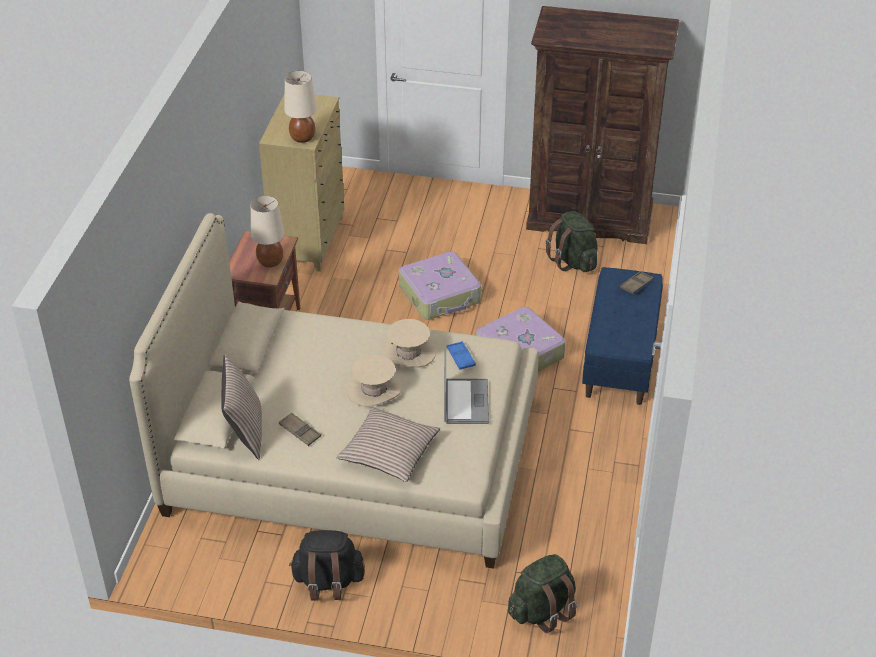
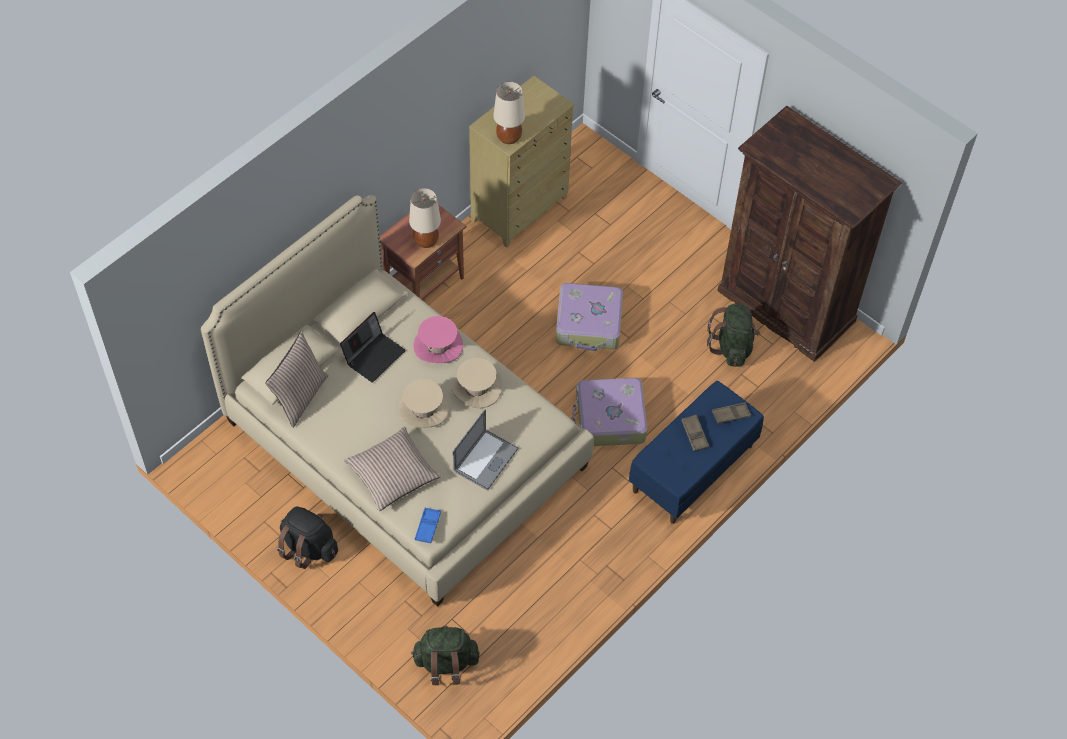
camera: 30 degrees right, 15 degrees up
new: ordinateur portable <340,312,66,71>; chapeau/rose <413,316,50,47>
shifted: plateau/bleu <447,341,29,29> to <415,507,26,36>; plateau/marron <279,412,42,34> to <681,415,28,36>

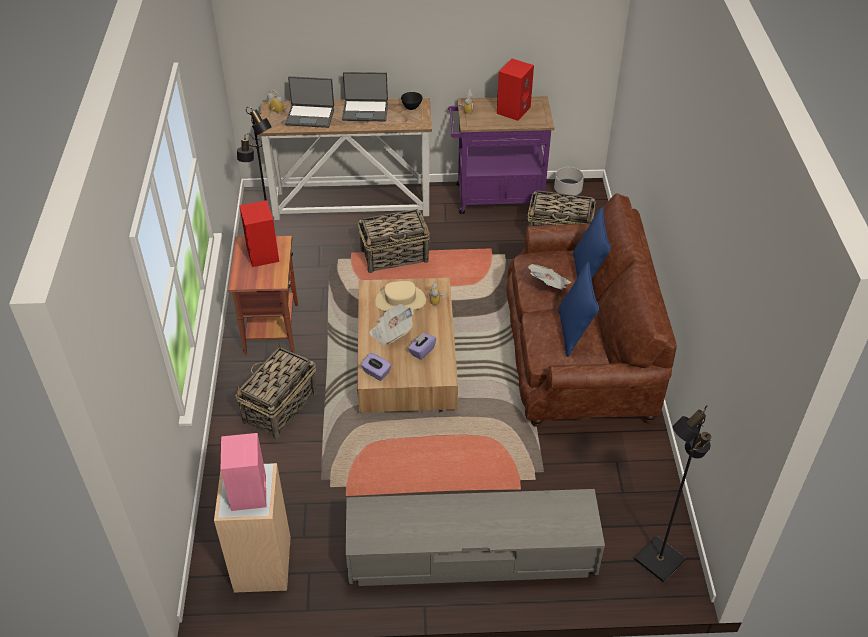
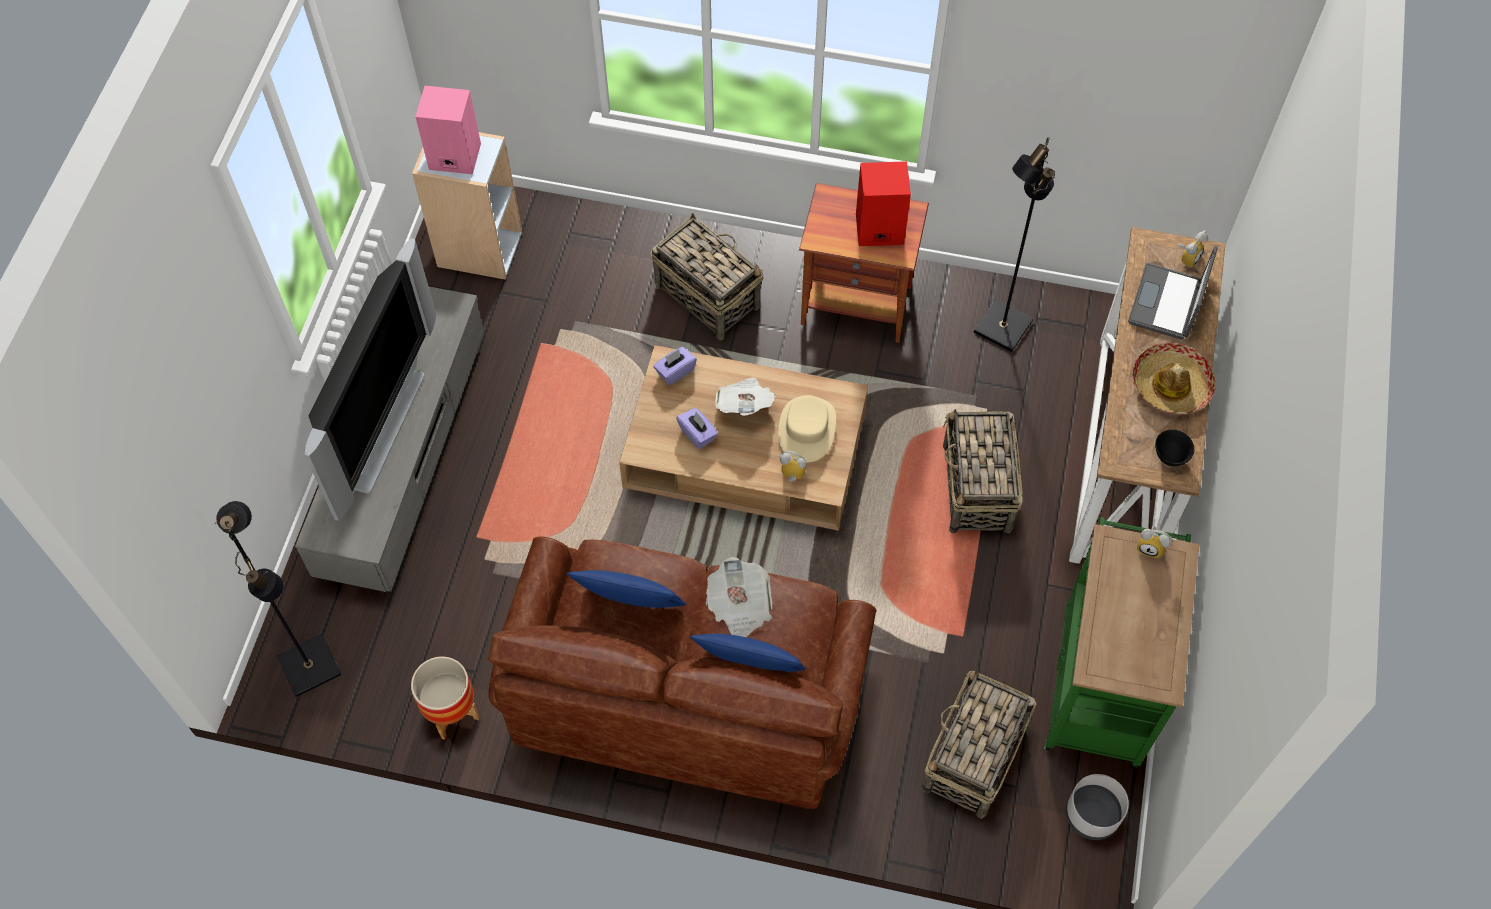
camera: 105 degrees right, 15 degrees up
gone: enceinte/rouge <497,59,37,62>
new: téléviseur <305,238,131,283>; cache-pot <411,656,69,84>
swapped: ordinateur portable <342,72,46,49> to chapeau <1132,343,84,71>
repainted: chariot/violet <448,96,106,118> to chariot/vert <1044,517,155,252>

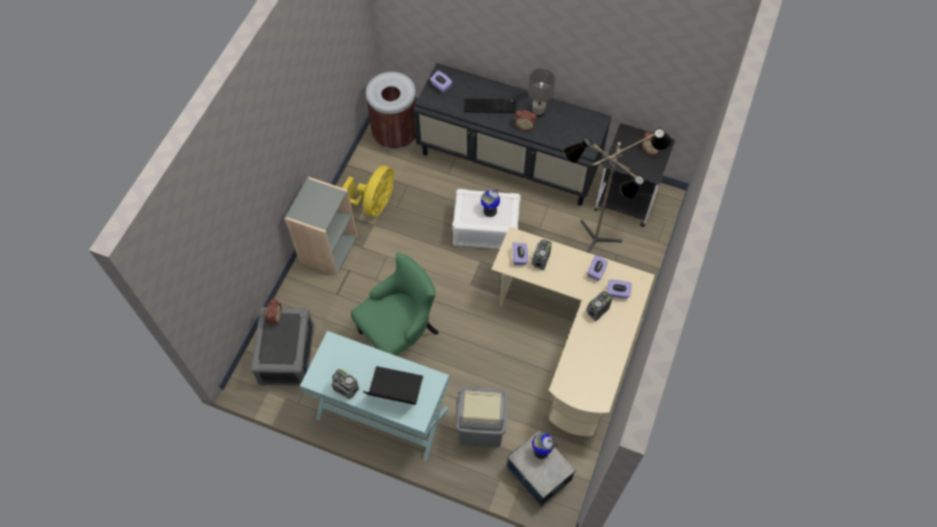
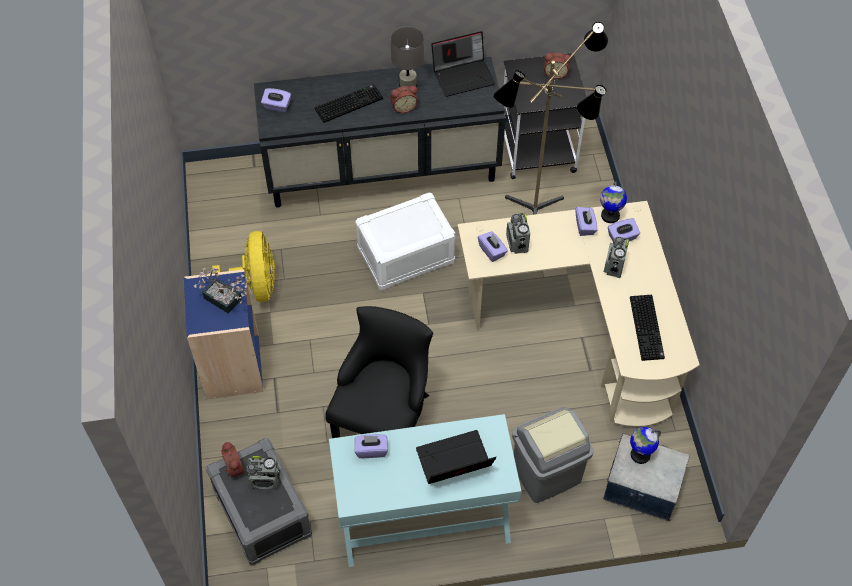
camera: 30 degrees left, 5 degrees down
gone: poubelle/marron <366,72,50,78>
new: plante en pot <193,267,55,47>; boîte à mouchoirs/violet <355,434,33,24>; ordinateur portable <431,31,64,66>; clavier <630,295,35,66>
shifted: radio <332,369,27,30> to <246,456,34,34>; globe <481,189,19,28> to <600,181,27,42>
repainted: bibliothèque/gris <284,177,74,99> to bibliothèque/bleu <184,269,80,130>; chaise/vert <351,252,88,104> to chaise/noir <325,306,108,132>

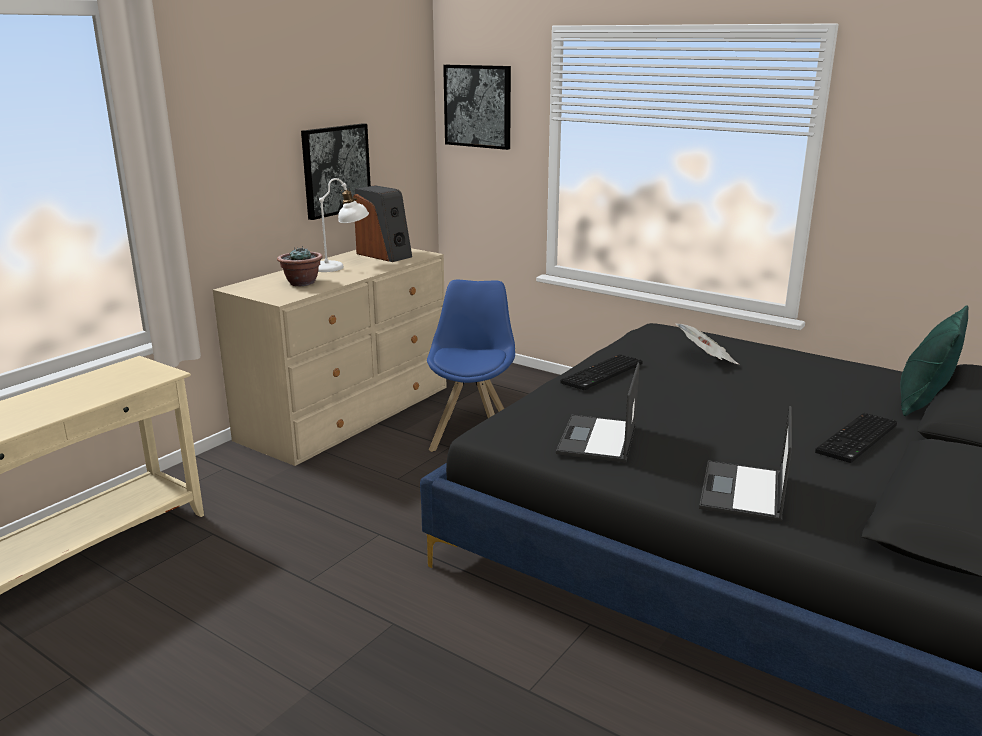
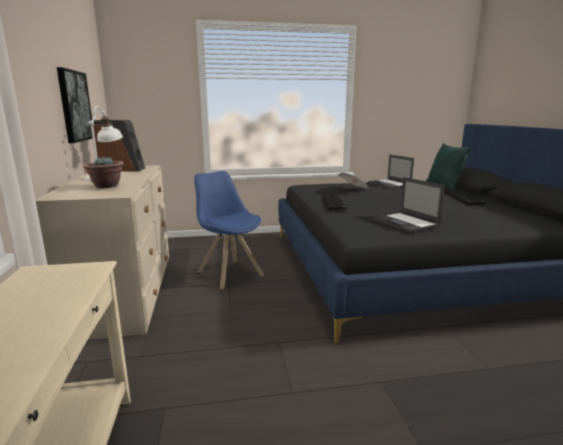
camera: 45 degrees left, 5 degrees down
gone: tableau <443,65,68,85>
shifted: ordinateur portable <699,406,93,116> to <368,155,46,34>

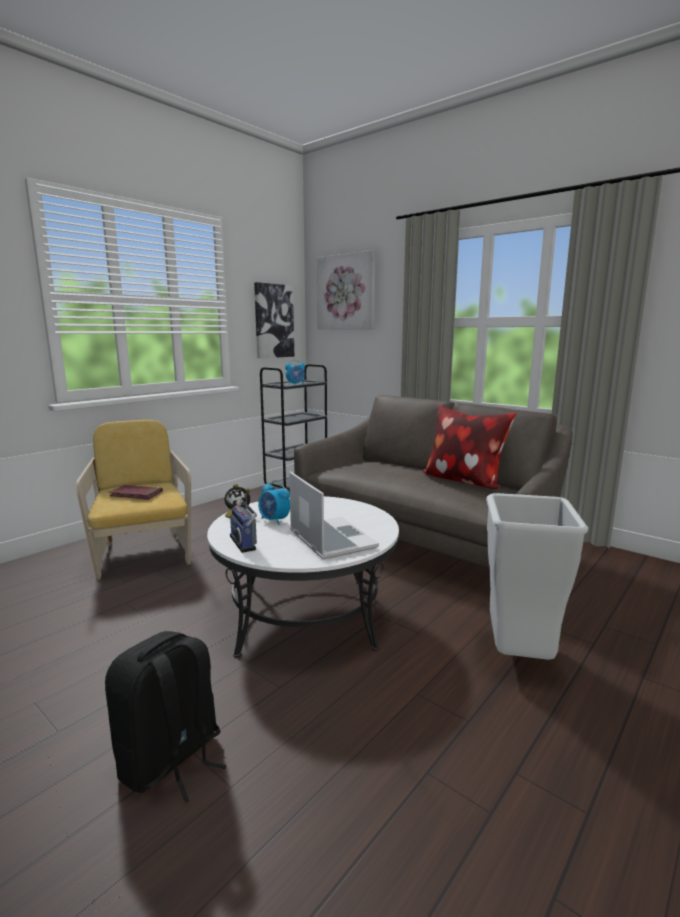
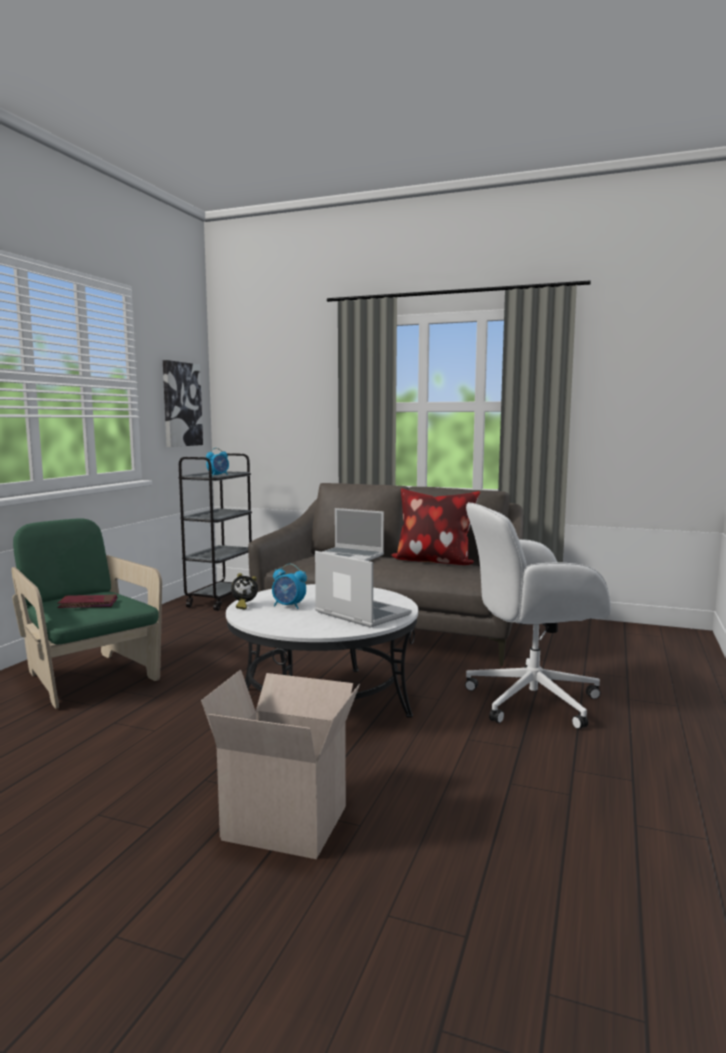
camera: 20 degrees left, 5 degrees down
gone: radio <230,494,27,59>; tableau <317,250,58,79>
new: ordinateur portable <322,508,62,53>
swapped: sac à dos/noir <105,631,122,172> to carton <201,670,159,189>; poubelle/gris <486,493,102,167> to chaise de bureau/blanc <465,502,146,227>
repainted: fauteuil/jaune <76,420,115,160> to fauteuil/vert <12,518,150,191>

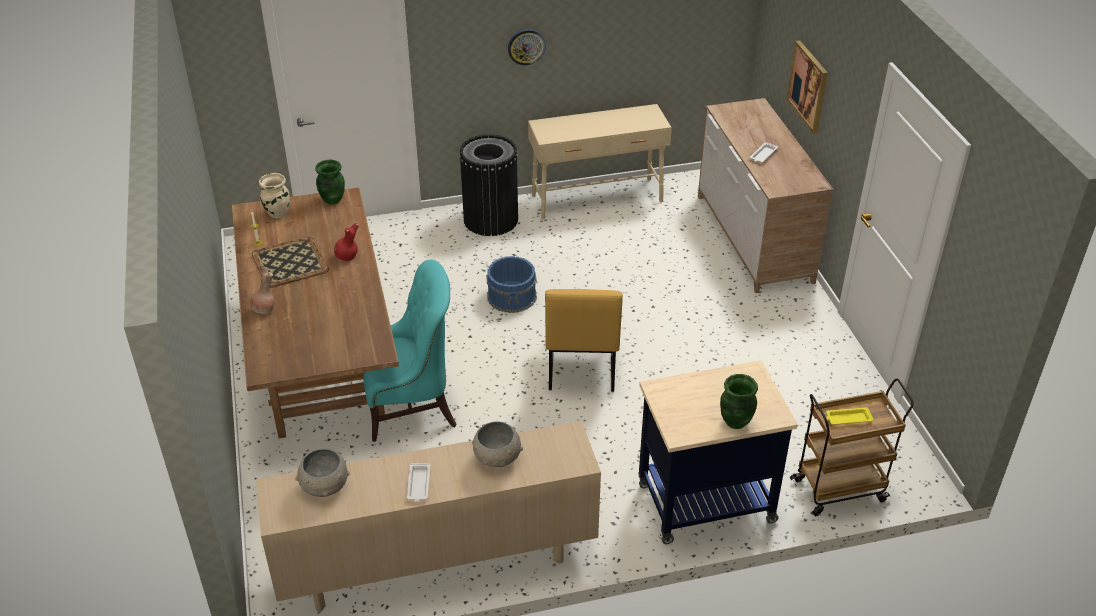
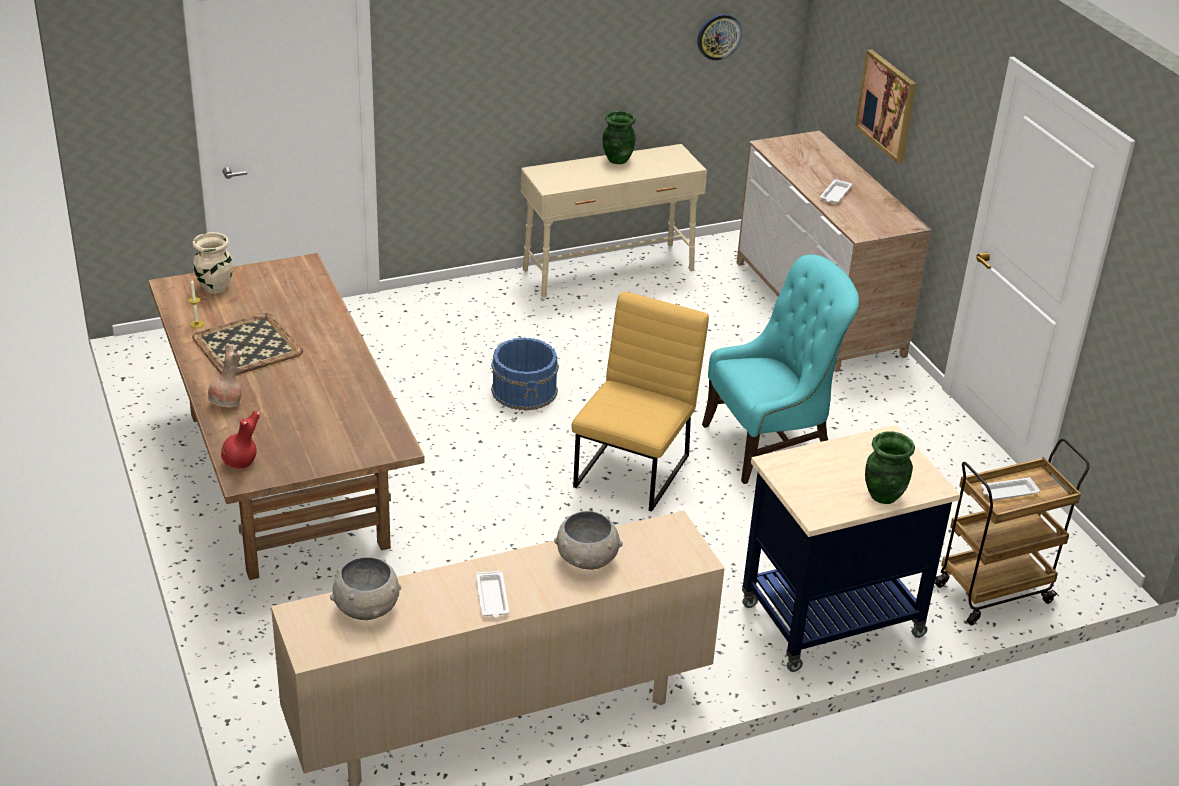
camera: 10 degrees left, 5 degrees down
gone: poubelle/noir <460,134,58,102>
shifted: vase/rouge <334,223,25,38> to <221,411,39,58>; vase/vert <315,160,30,44> to <603,111,33,53>; horloge murale <508,29,38,36> to <697,14,45,46>; chaise/turquoise <363,260,93,182> to <702,255,157,229>
repainted: plateau/jaune <826,407,47,18> to plateau/blanc <981,477,59,23>
rotated: chaise/jaune <545,289,78,103> = <571,291,138,221> 150 degrees counterclockwise

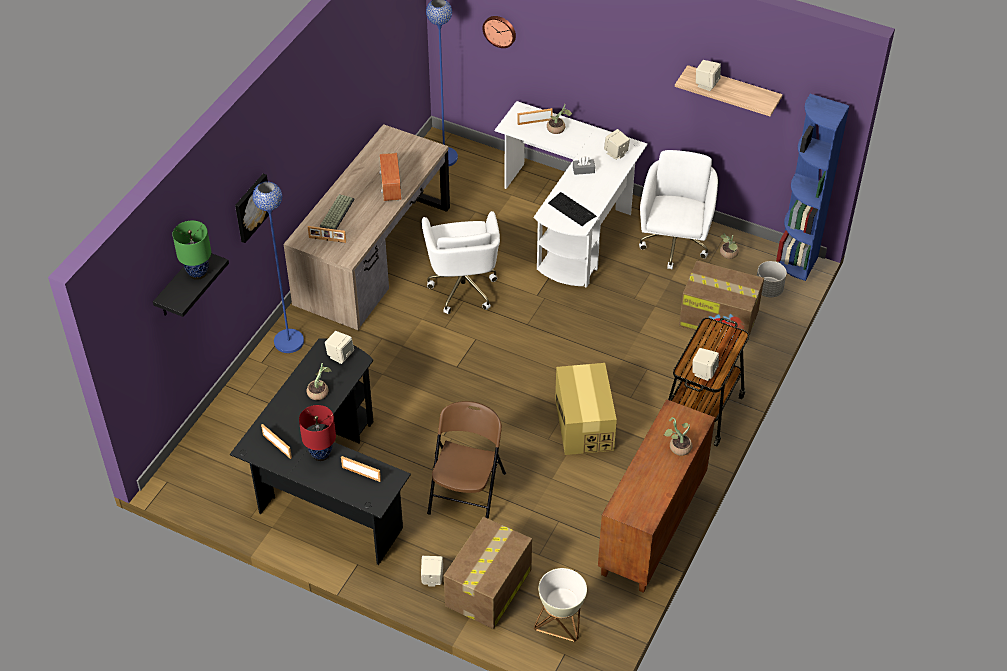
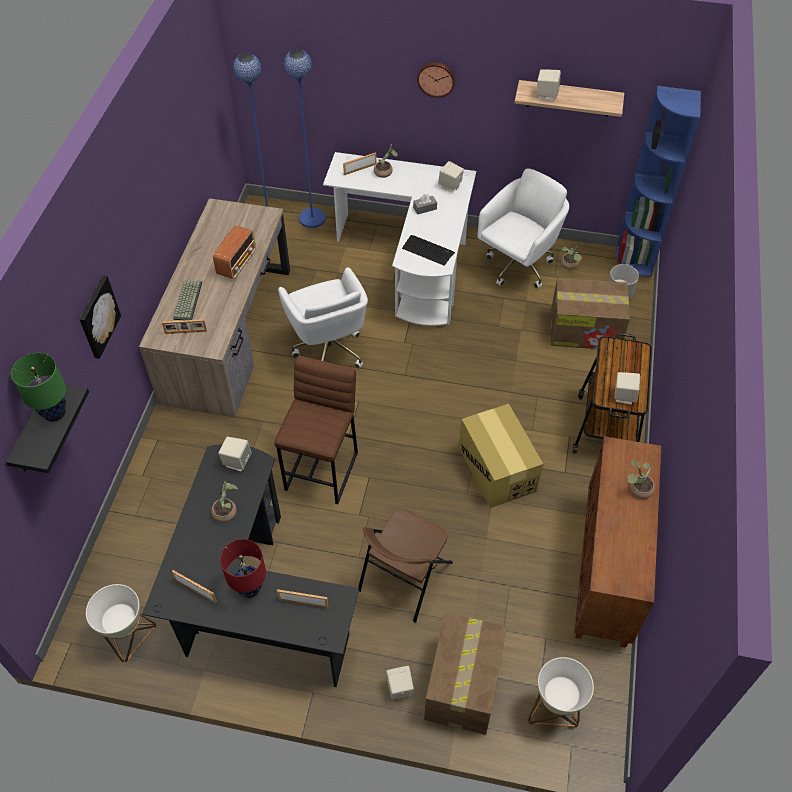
camera: 15 degrees left, 5 degrees up
new: cache-pot <86,584,70,78>; tabouret/marron <274,356,84,148>
shifted: lampadaire/bleu <253,181,51,172> to <284,49,42,179>; horloge murale <482,16,34,32> to <417,62,38,36>
rotated: radio <379,153,22,48> = <213,225,43,54> 135 degrees counterclockwise; chaise/marron <427,401,79,118> = <358,509,95,114> 150 degrees counterclockwise; chaise de bureau/blanc <639,150,79,119> = <478,168,91,120> 45 degrees clockwise

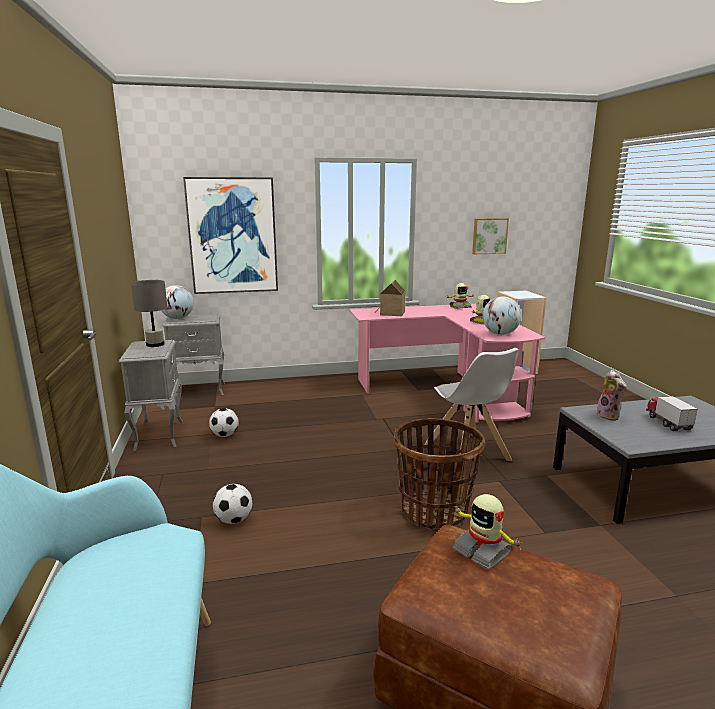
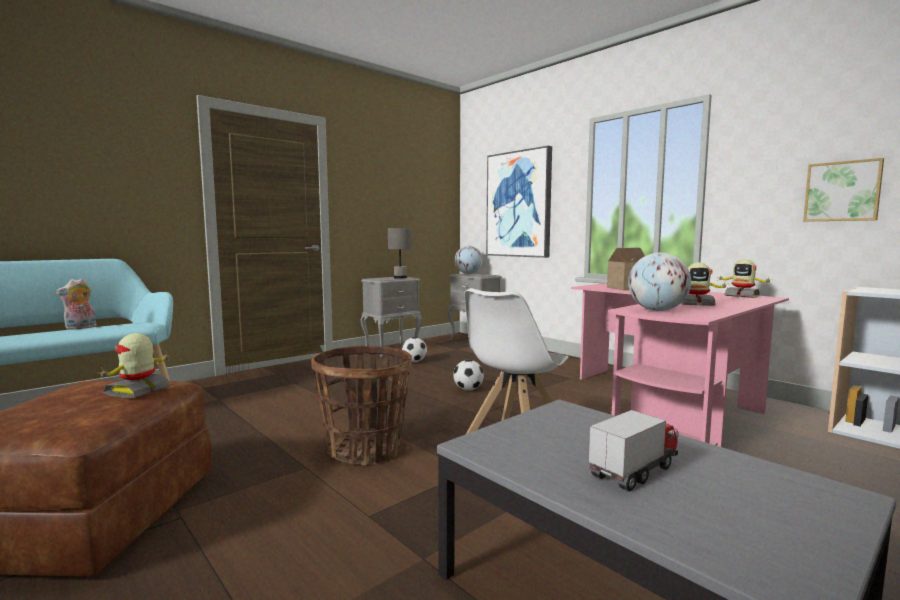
camera: 60 degrees right, 10 degrees down
shifted: peluche <596,370,31,51> to <56,278,40,52>; ballon de foot <213,484,39,40> to <453,360,31,31>

